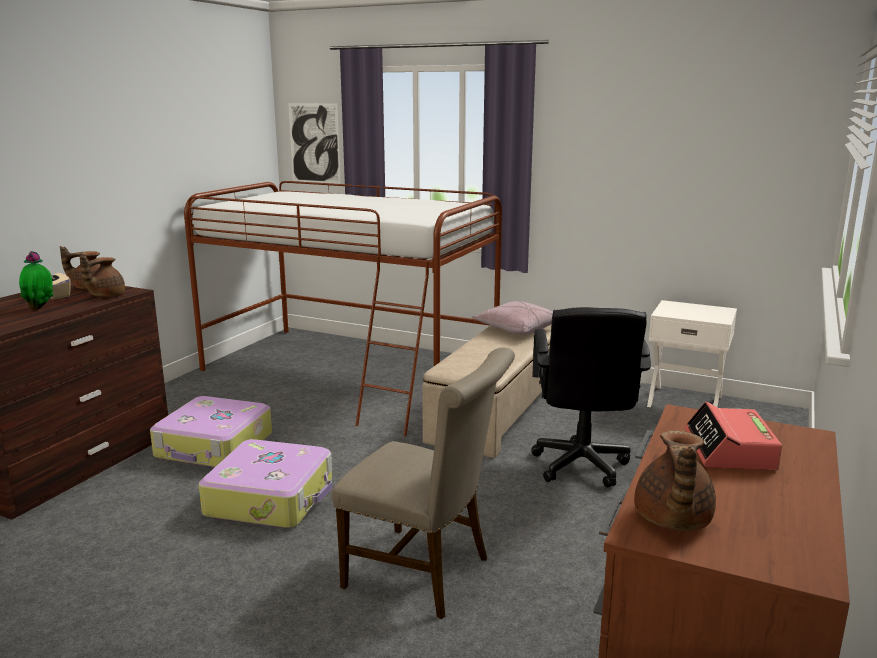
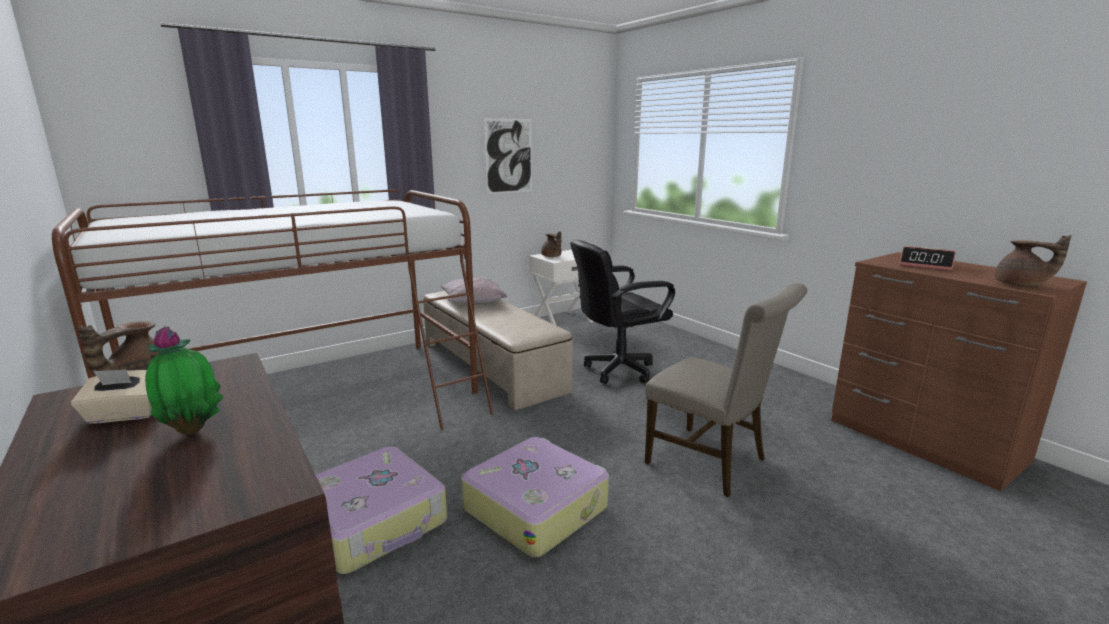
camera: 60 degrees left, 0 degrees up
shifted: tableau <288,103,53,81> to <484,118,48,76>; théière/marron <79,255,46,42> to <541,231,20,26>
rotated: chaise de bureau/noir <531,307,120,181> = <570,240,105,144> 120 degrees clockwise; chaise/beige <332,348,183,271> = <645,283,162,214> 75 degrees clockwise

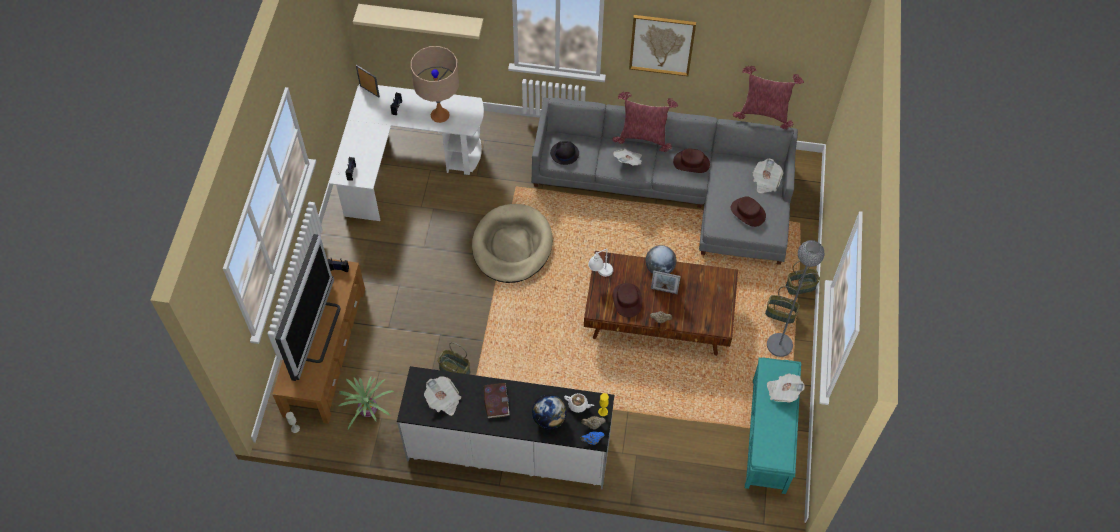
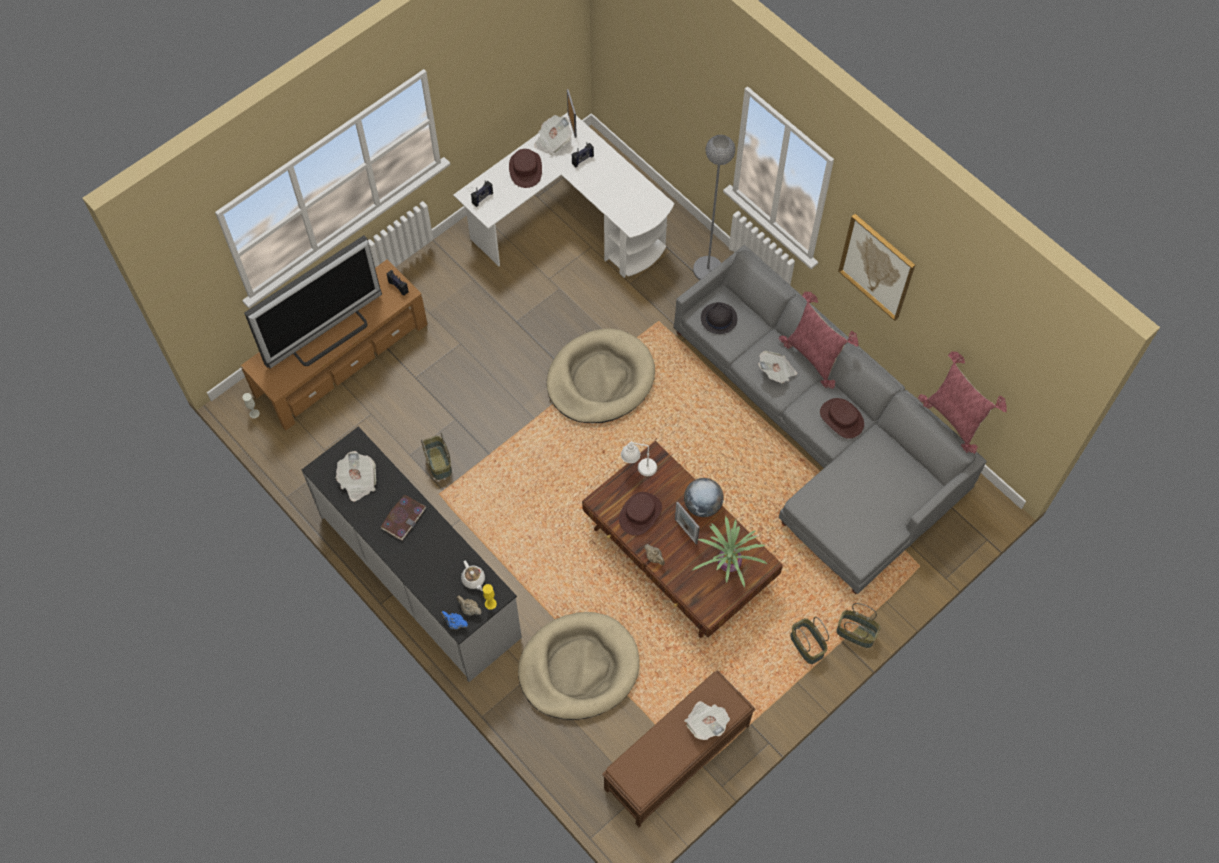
camera: 40 degrees right, 5 degrees up
gone: étagère/beige <353,4,131,35>; lampe de table/beige <411,46,48,77>; globe <532,394,35,35>
new: panier pour chien/beige <518,612,122,108>
shifted: chapeau/marron <731,196,35,31> to <509,149,33,39>; journal <752,159,31,34> to <534,115,38,40>; plante en pot <339,376,55,53> to <691,516,76,72>; lampadaire/gris <767,240,58,117> to <693,135,42,145>
repainted: banc/turquoise <745,358,56,136> to banc/marron <602,670,154,157>

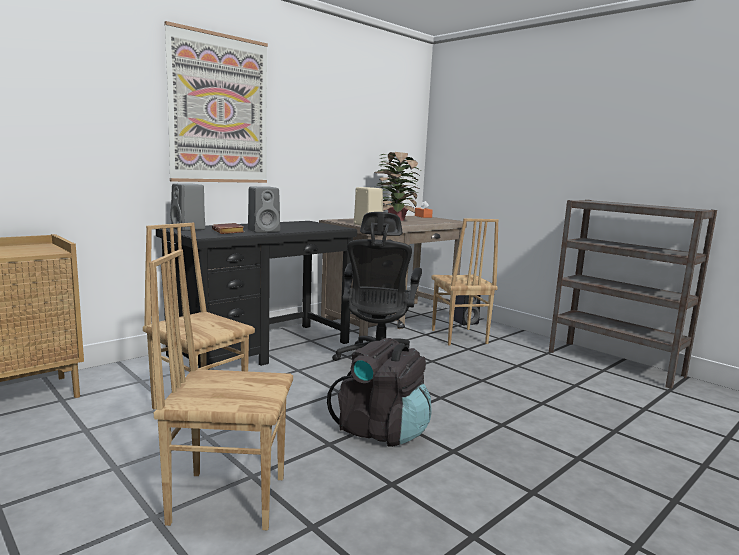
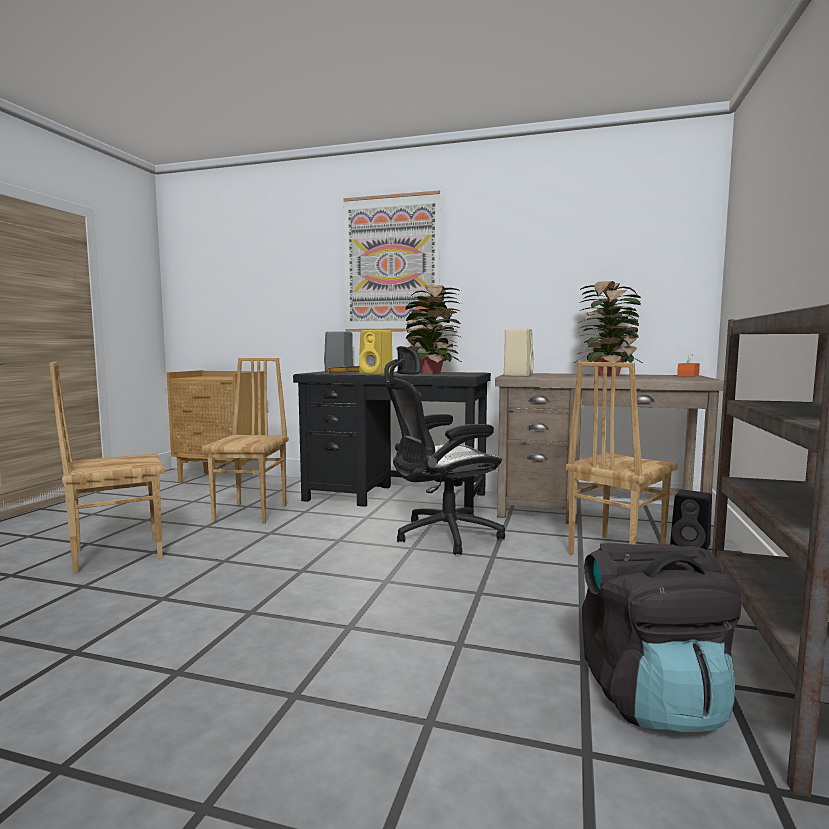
camera: 60 degrees right, 5 degrees down
new: plante en pot <405,285,56,89>
shifted: sac à dos/noir <327,338,105,109> to <582,543,159,189>
repainted: enceinte/gris <248,186,32,47> to enceinte/jaune <359,330,33,45>
rotated: chaise/marron <149,249,144,281> = <49,361,116,212> 90 degrees counterclockwise

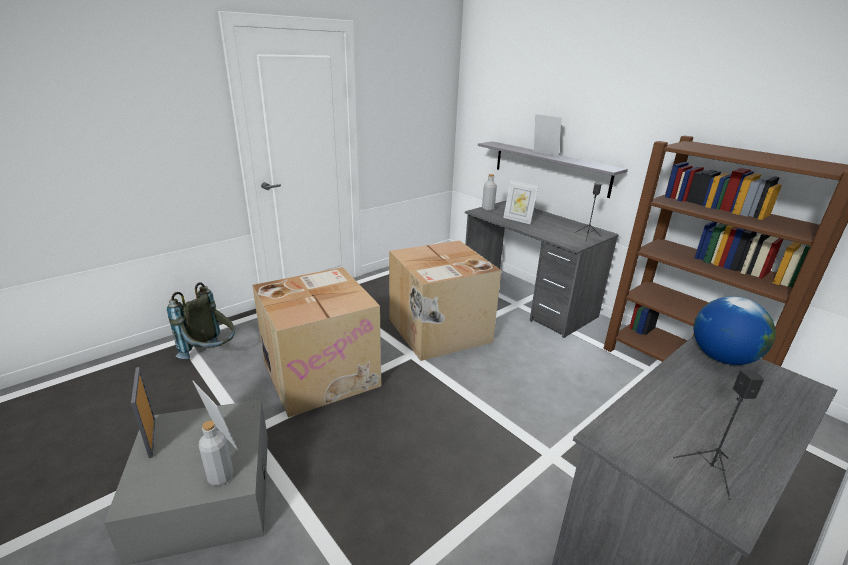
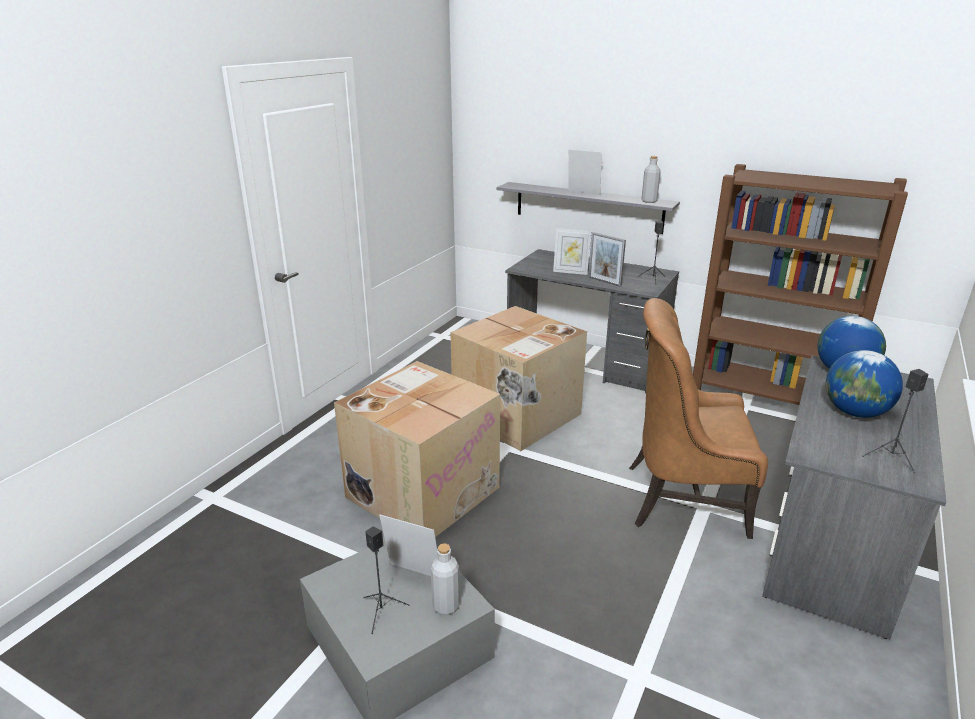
camera: 20 degrees left, 0 degrees up
gone: sac à dos/gris <167,282,68,77>
new: enceinte/noir <364,526,46,108>; chaise/marron <629,298,139,241>; globe <826,350,77,68>
shifted: cadre photo <131,367,24,91> to <588,232,38,55>; bouteille/gris <482,174,15,37> to <641,156,20,47>

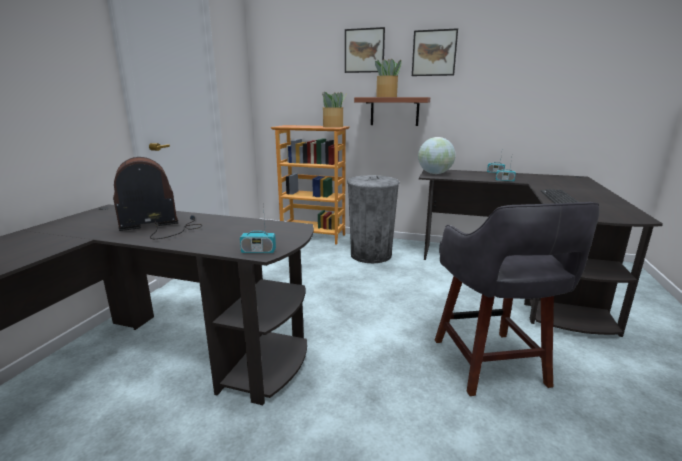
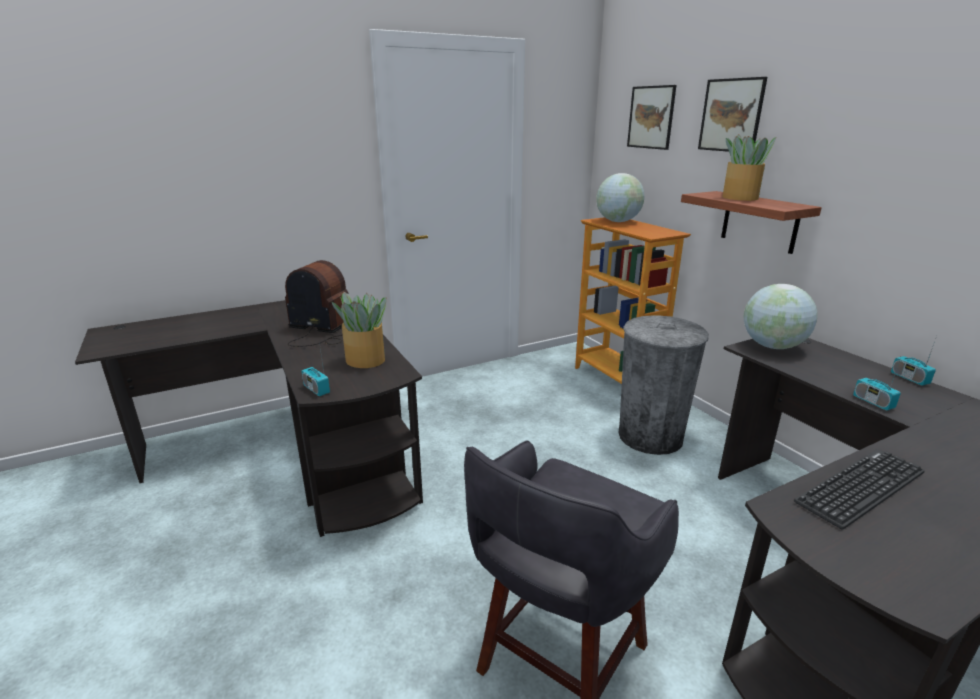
camera: 45 degrees right, 5 degrees up
new: globe <596,173,48,49>
shifted: plante en pot <322,91,25,37> to <331,292,56,76>; tableau <412,28,46,48> to <627,85,49,65>

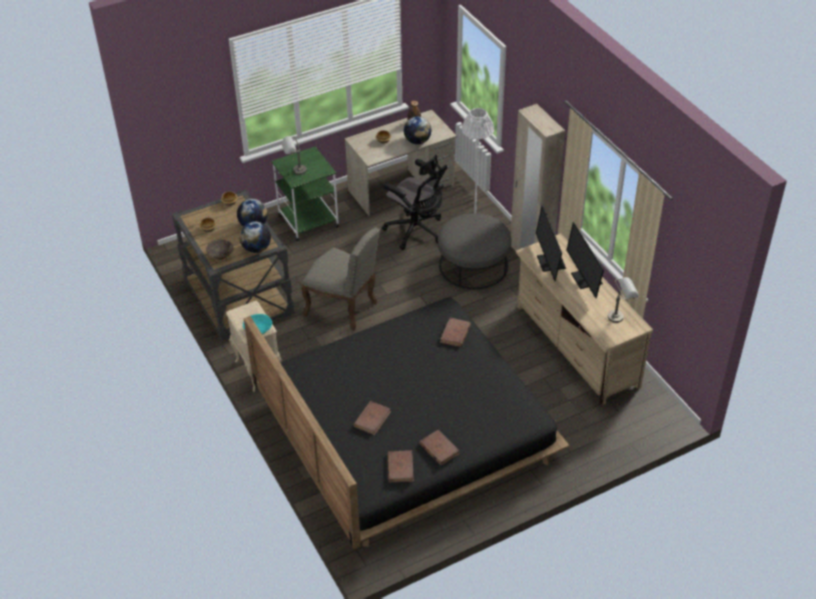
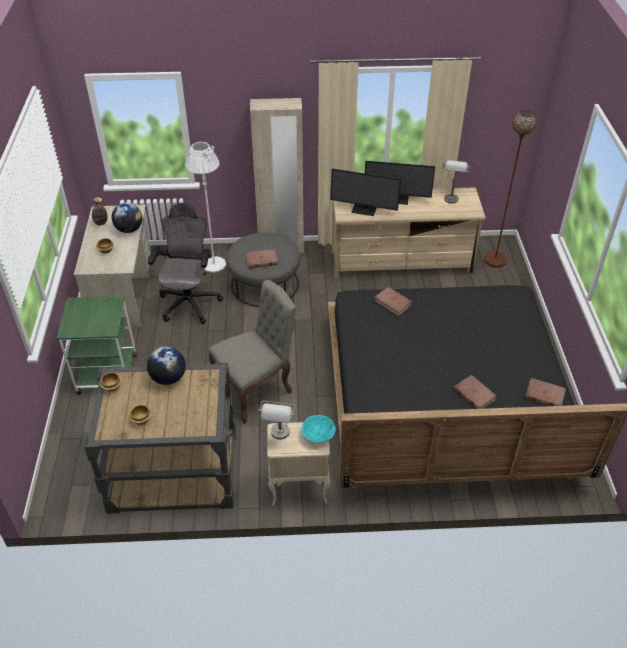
camera: 65 degrees left, 0 degrees up
gone: bol/marron <206,239,27,21>; globe <239,222,32,31>
new: lampadaire/marron <484,110,53,158>
shifted: livre/marron <419,430,41,35> to <246,249,32,20>; lampe de table/gris <281,136,26,39> to <259,401,37,39>
rotated: chaise de bureau <382,155,65,95> = <148,203,75,121> 60 degrees counterclockwise

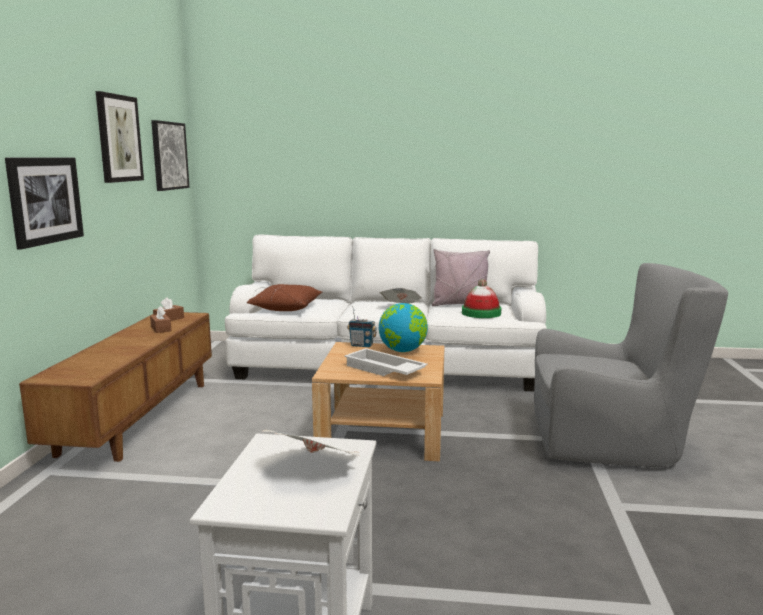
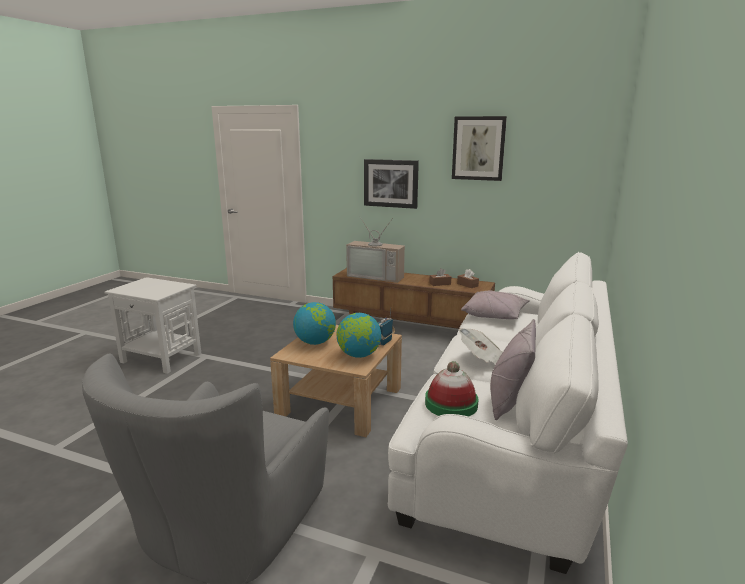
camera: 105 degrees right, 5 degrees up
gone: tableau <151,120,39,71>; journal <262,430,97,26>
new: téléviseur <346,216,59,67>
swapped: plateau/blanc <344,348,84,28> to globe <293,302,43,43>
repainted: coussin/marron <247,284,76,27> to coussin/violet <461,290,69,29>

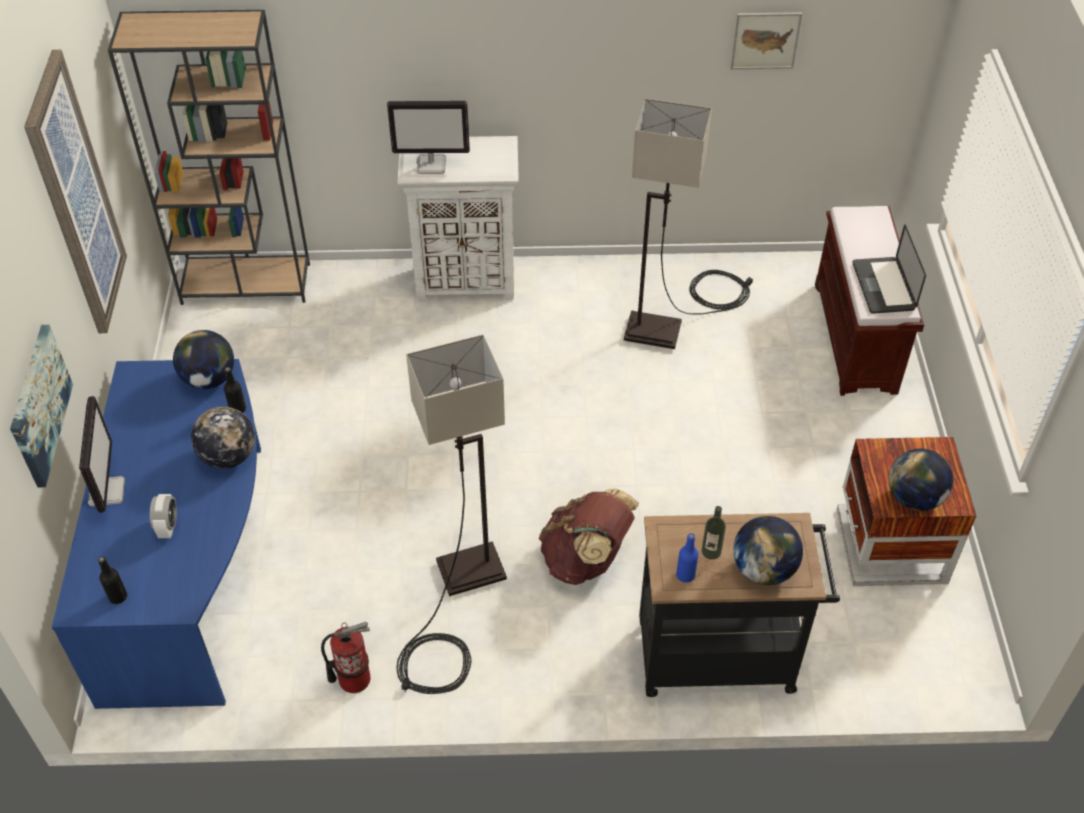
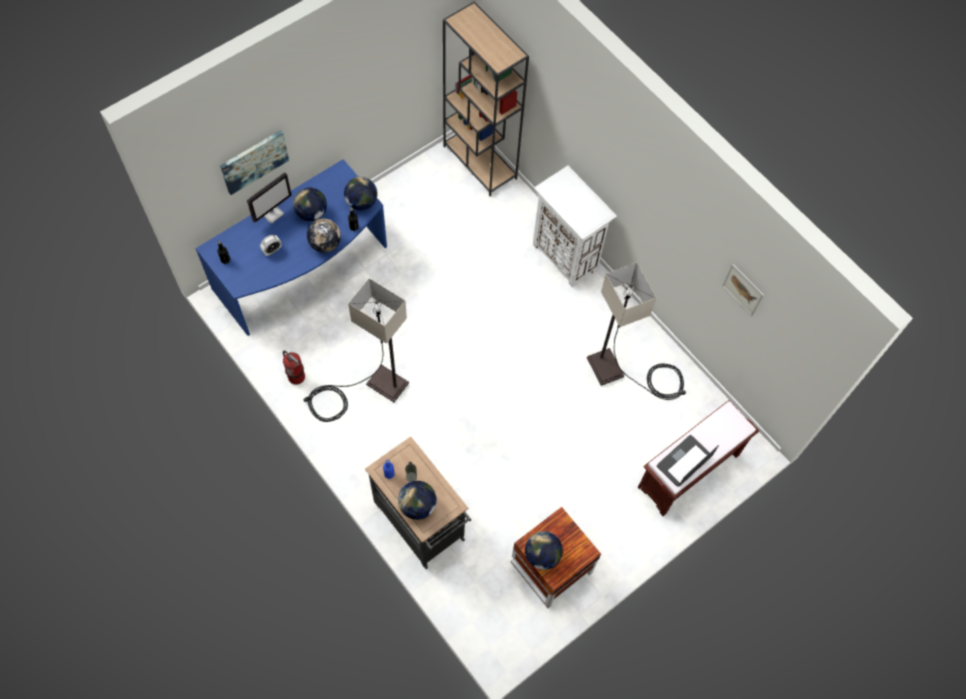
camera: 50 degrees right, 15 degrees up
gone: tableau <24,50,103,283>; écran d'ordinateur <387,101,83,73>; sac à dos/marron <539,489,100,96>
new: globe <293,188,34,33>

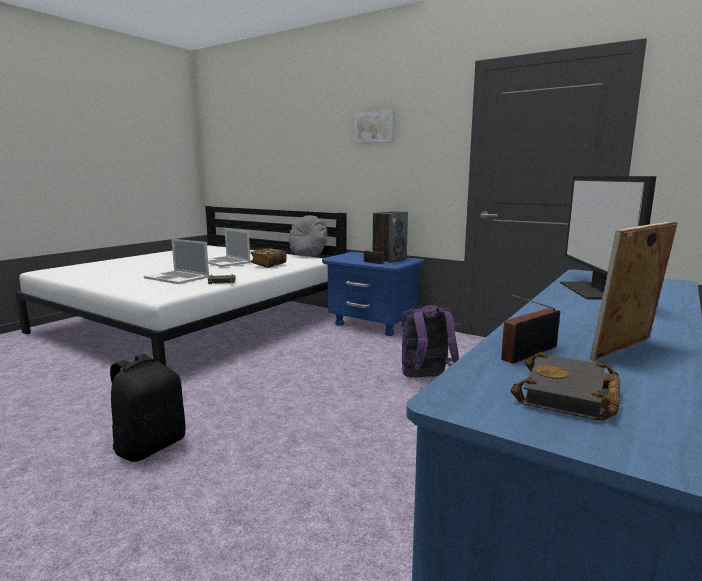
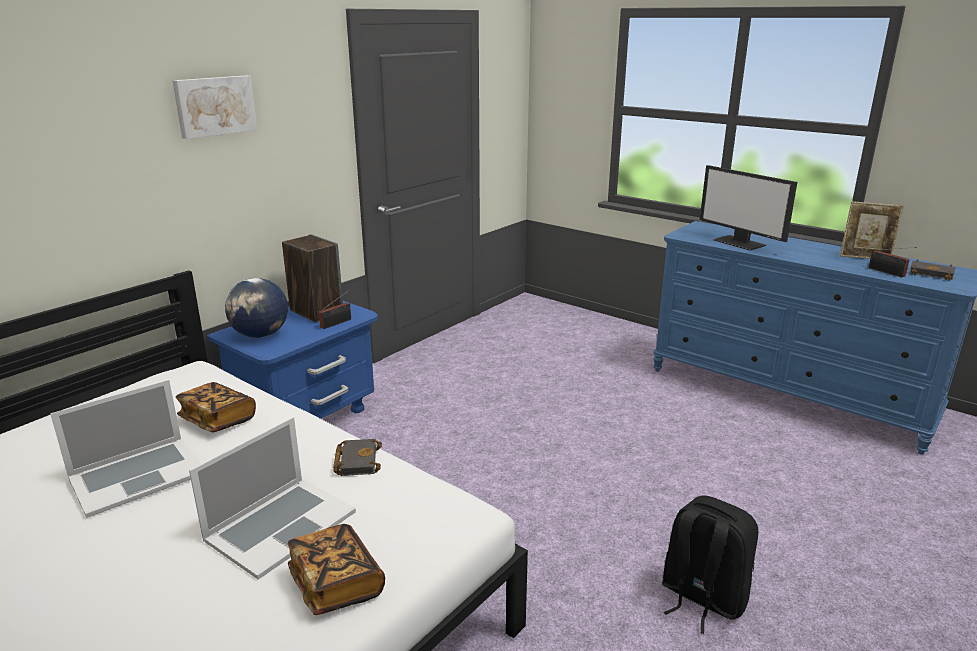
camera: 85 degrees left, 10 degrees up
gone: coussin/gris <289,215,39,42>; sac à dos/violet <401,305,58,73>
new: globe <225,278,63,60>; livre <288,524,97,91>
rotated: écran d'ordinateur <560,176,96,123> = <700,165,97,86> 45 degrees clockwise; cadre photo <590,221,87,140> = <840,201,64,58> 45 degrees counterclockwise

